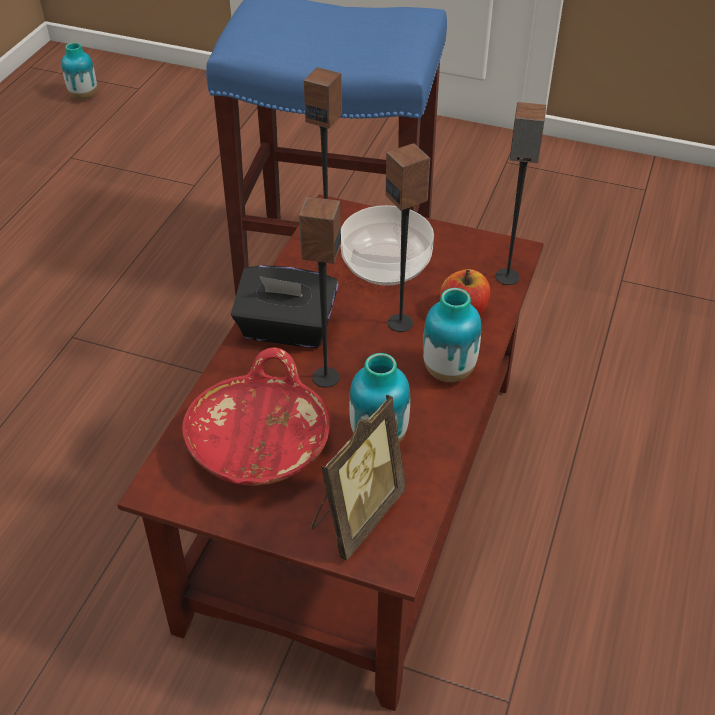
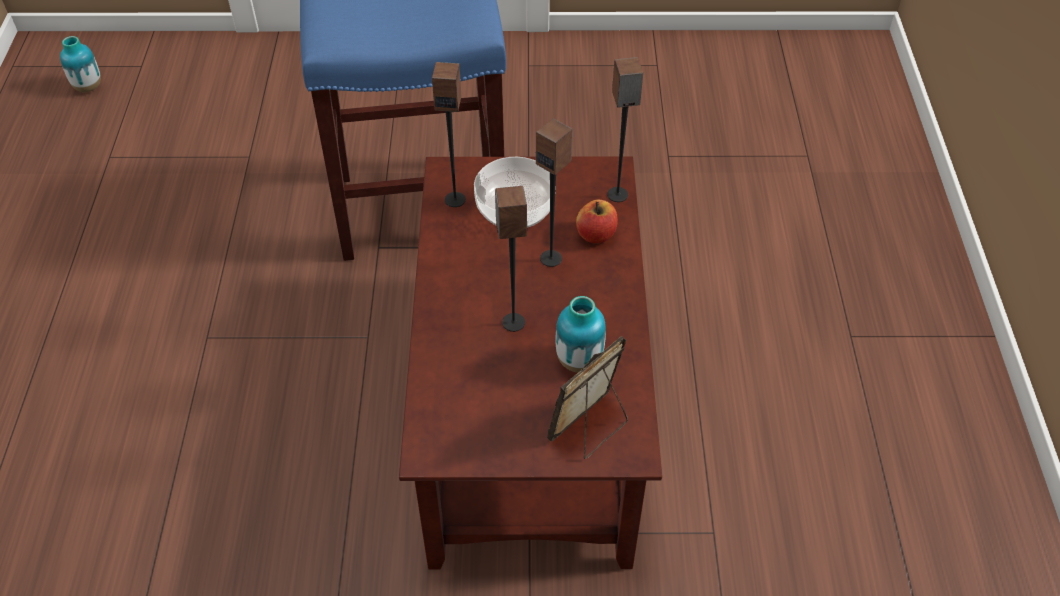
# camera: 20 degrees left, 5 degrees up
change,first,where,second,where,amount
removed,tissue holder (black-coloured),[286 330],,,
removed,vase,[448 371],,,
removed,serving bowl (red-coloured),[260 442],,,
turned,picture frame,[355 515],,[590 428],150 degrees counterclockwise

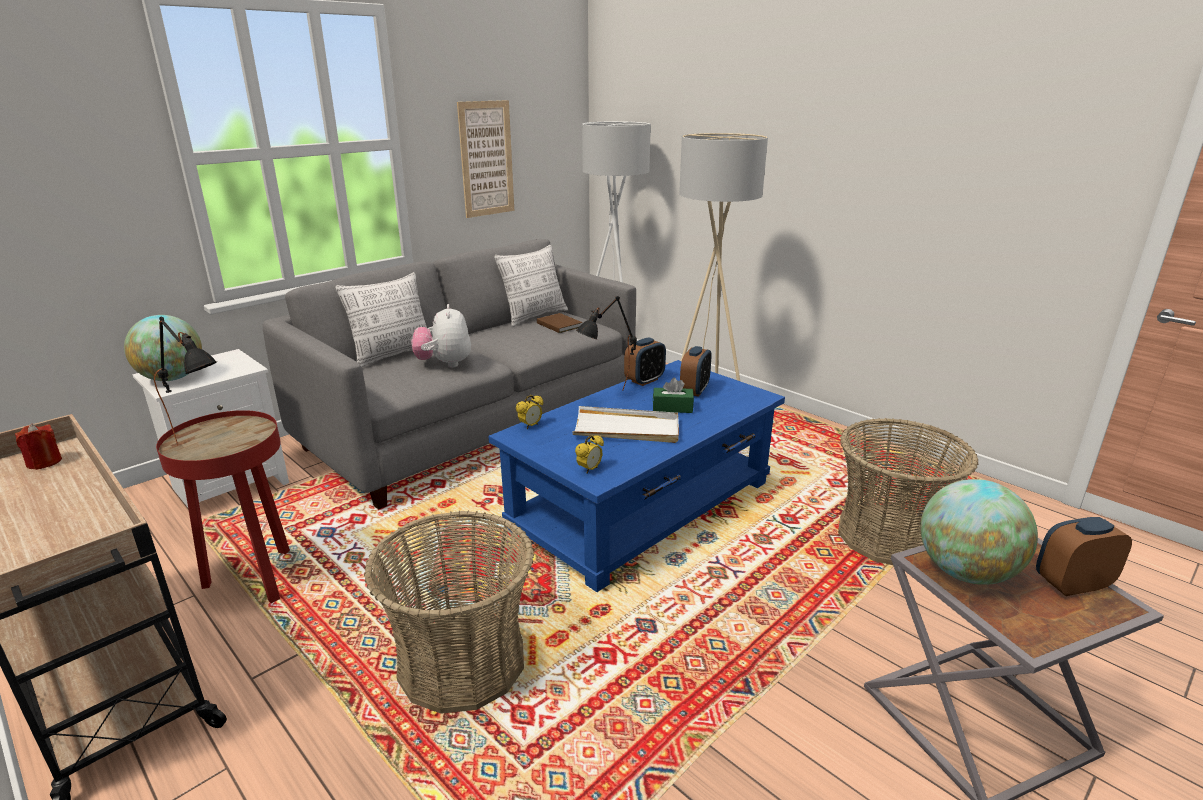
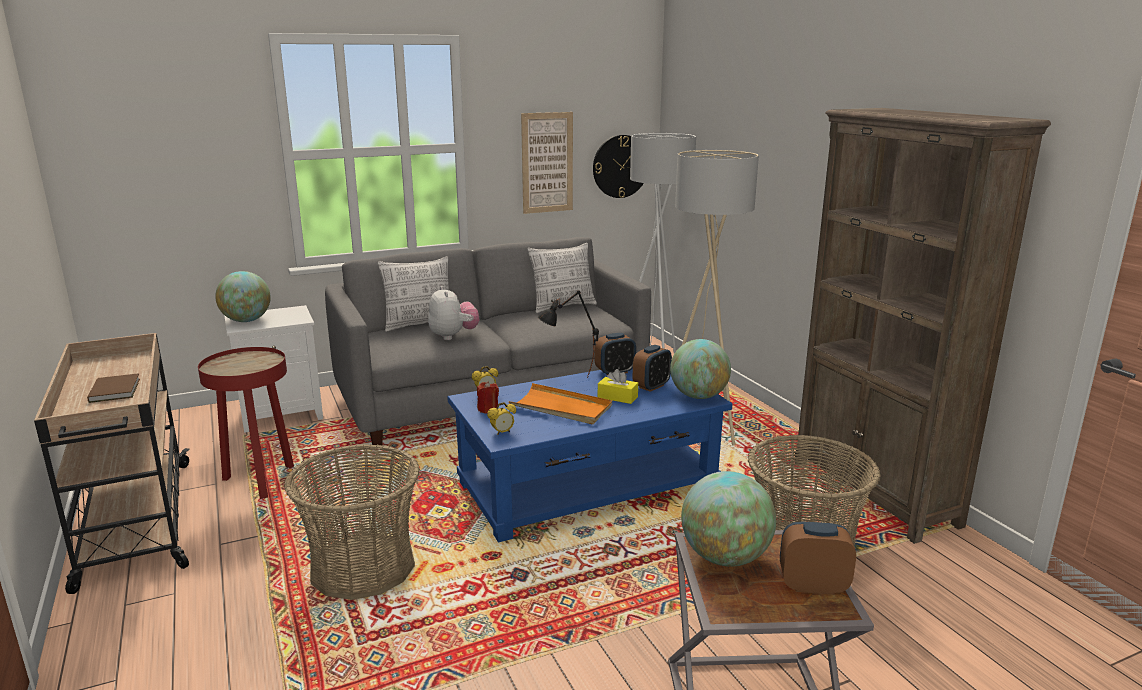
# camera: 20 degrees right, 5 degrees down
change,first,where,second,where,amount
turned,soft toy,[444 364],,[453 336],150 degrees clockwise
moved,volume (brownish),[559 324],,[116 390],
removed,table lamp (black-coloured),[205 448],,,
recoloured,tissue holder (green),[672 408],tissue holder (yellow),[617 397],
recoloured,serving tray (white),[627 429],serving tray (orangey),[561 408],
moved,wax light (red-coloured),[44 462],,[488 409],
added,,,bookshelf (brownish),[874 493],
added,,,clock on the wall,[620 166],
added,,,desk globe,[699 396],

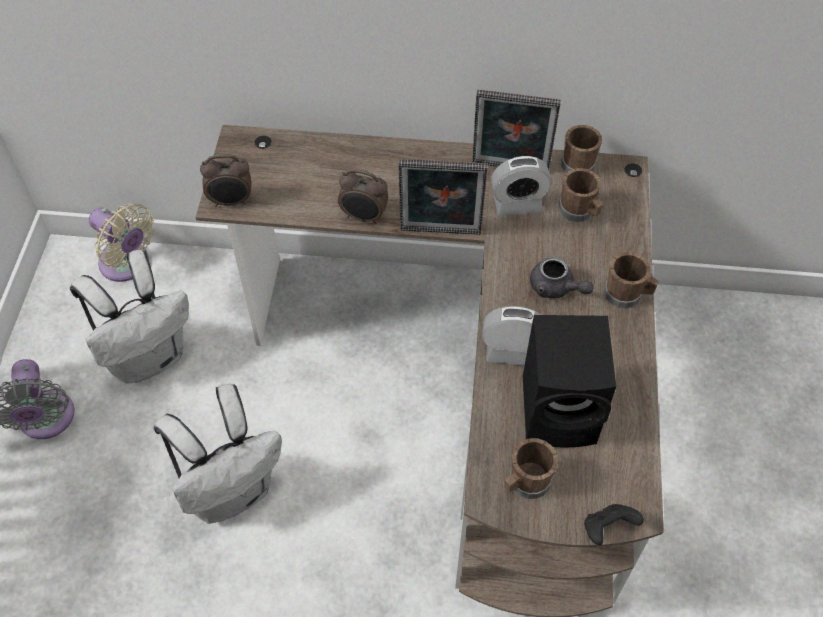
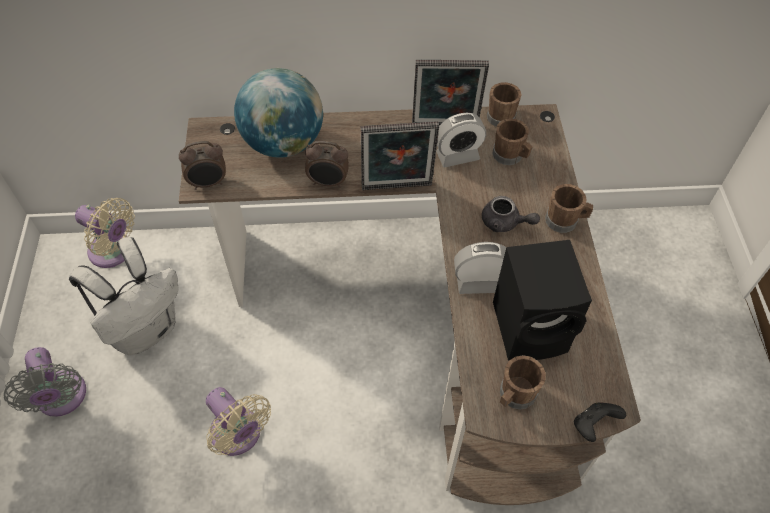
# camera: 10 degrees left, 0 degrees up
change,first,where,second,where,amount
replaced,knapsack (white),[232 490],electric fan (beige-coloured),[239 436],
added,,,desk globe,[284 143],

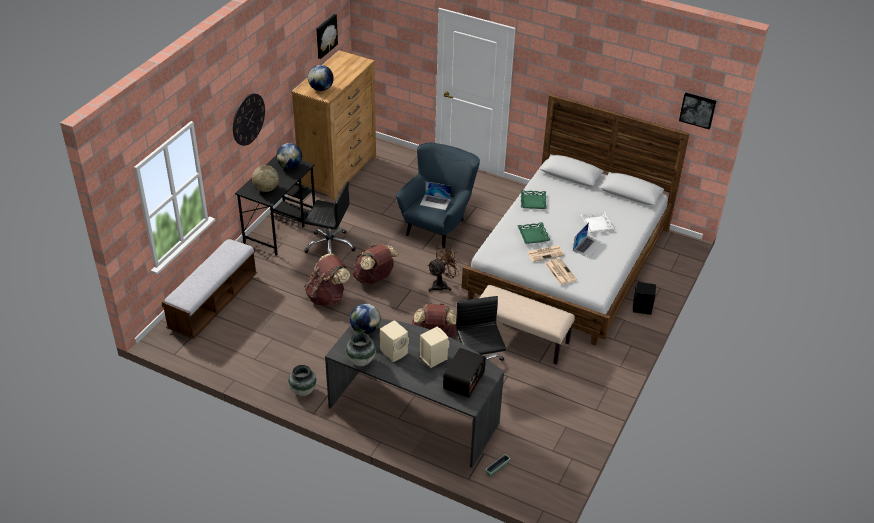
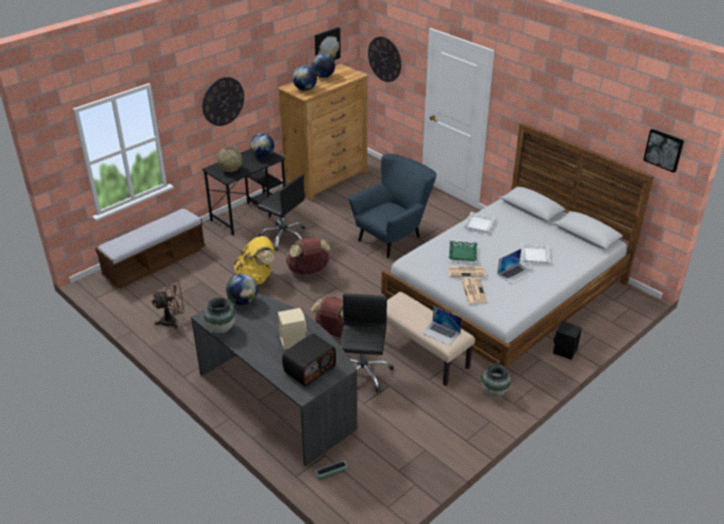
# camera: 20 degrees right, 5 degrees down
change,first,where,second,where,amount
moved,laptop,[435 202],,[441 333],
recoloured,serving tray (green),[533 202],serving tray (white),[479 224],
moved,electric fan (brownish),[442 284],,[173 321],
recoloured,knapsack (brownish),[327 297],knapsack (yellow),[256 278],
removed,audio speaker (beige-coloured),[394 351],,,
moved,vase,[303 390],,[494 392],
added,,,clock on the wall,[384 59],
added,,,desk globe,[323 76],

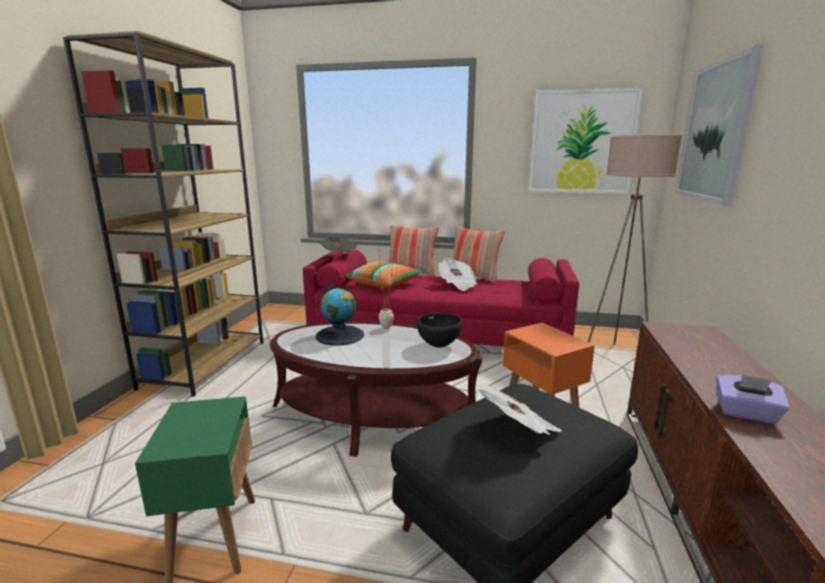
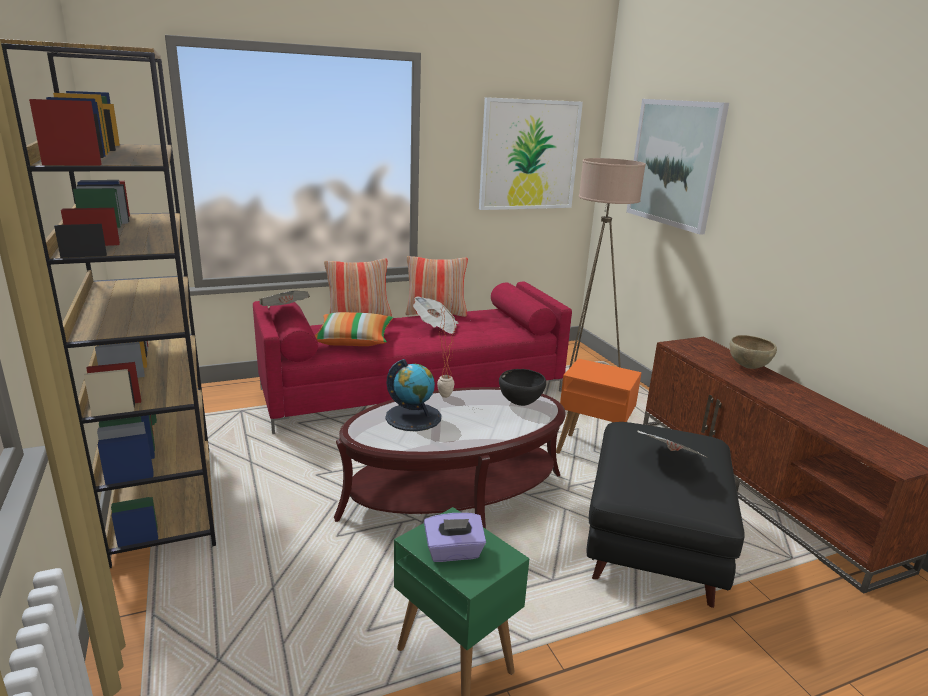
# camera: 35 degrees left, 5 degrees up
change,first,where,second,where,amount
moved,tissue holder (purple),[746 413],,[454 552],
added,,,serving bowl (brownish),[747 367],

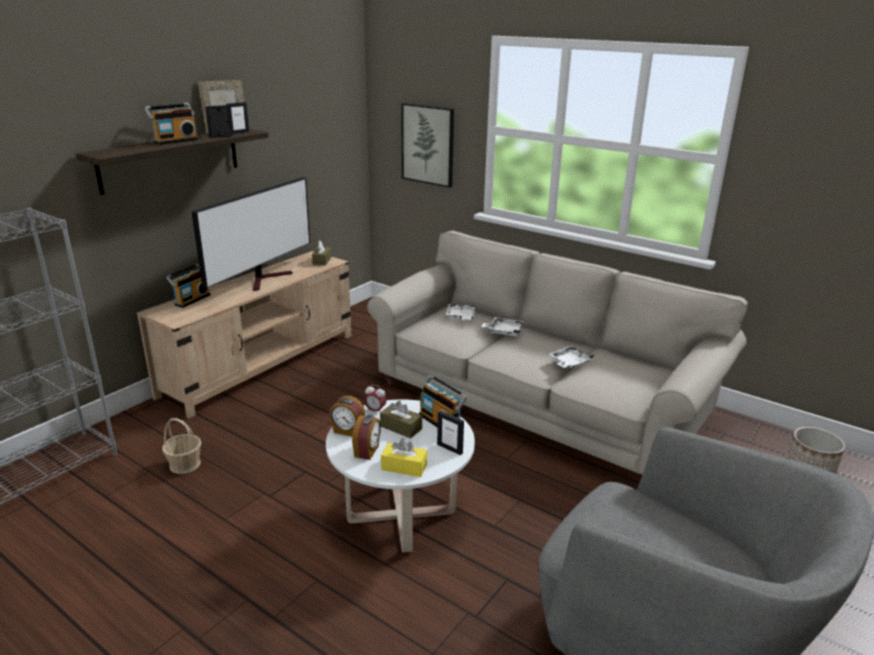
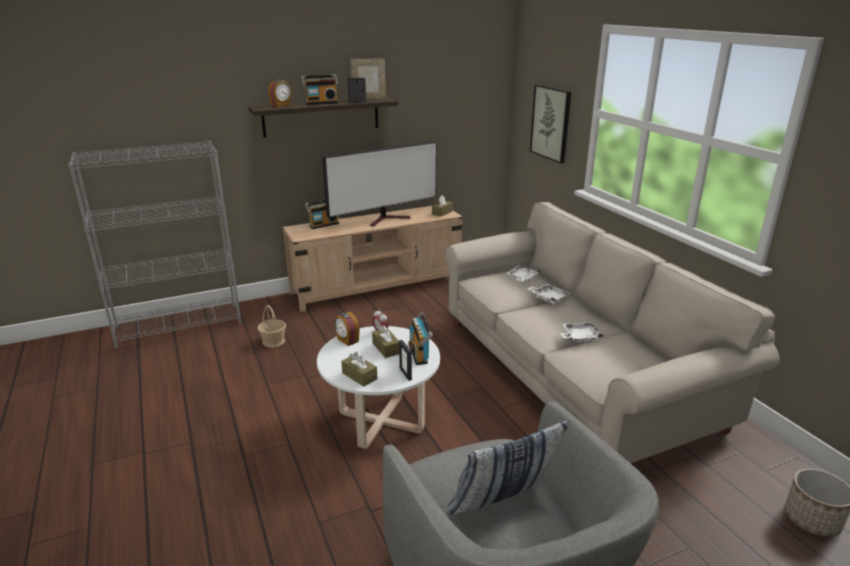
# camera: 30 degrees right, 0 degrees up
change,first,where,second,where,amount
removed,picture frame,[239 132],,,
moved,bedside clock,[367 451],,[281 105],
recoloured,tissue holder (yellow),[404 467],tissue holder (brownish),[359 376],
added,,,cushion,[502 507],

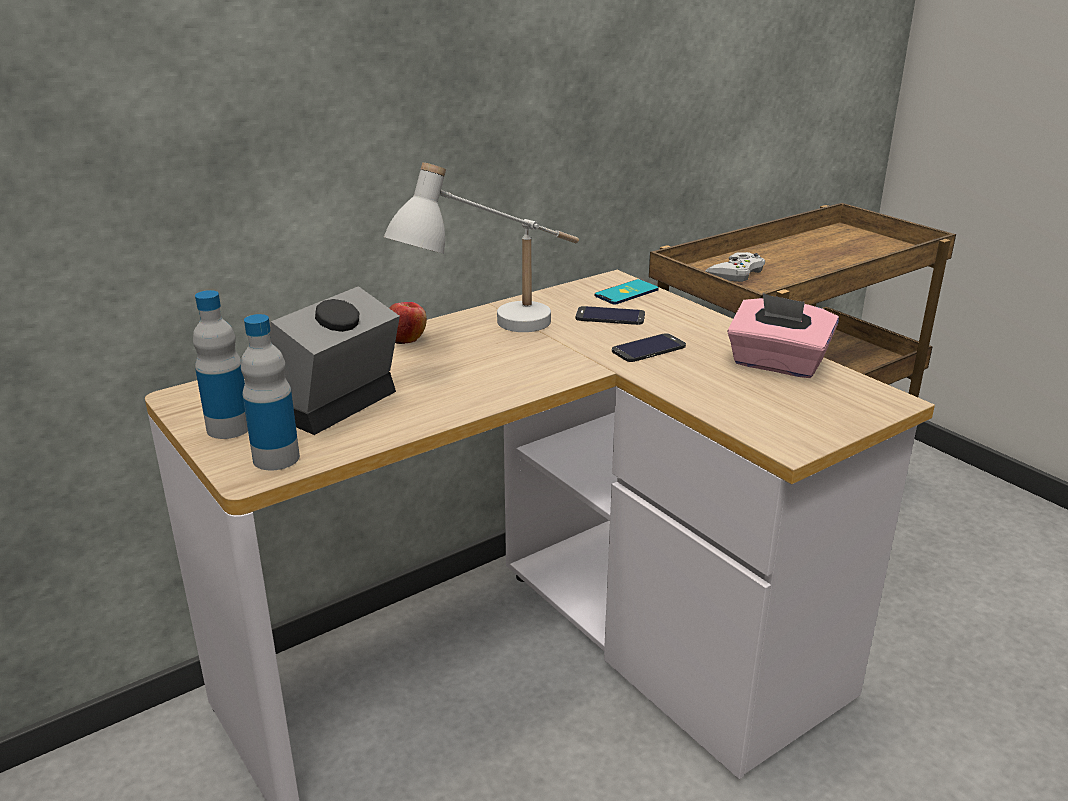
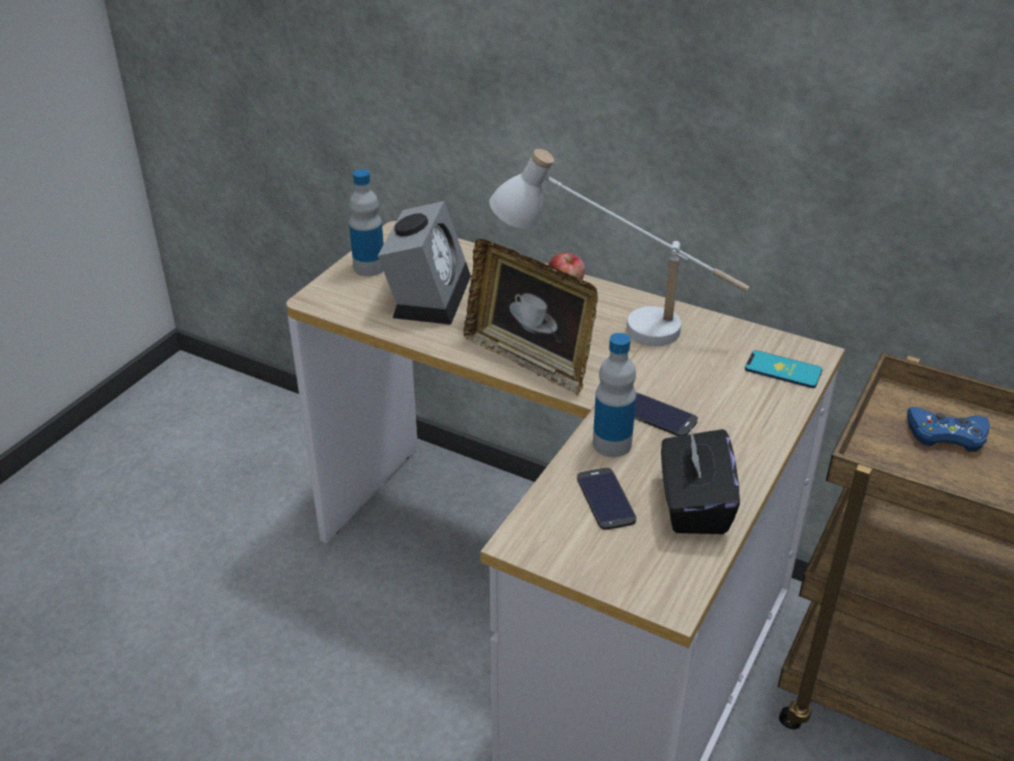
# camera: 65 degrees right, 10 degrees up
change,first,where,second,where,amount
recoloured,gamepad (white),[736 273],gamepad (blue-coloured),[946 435],
turned,bedside clock,[332 405],,[428 294],90 degrees clockwise
recoloured,tissue holder (pink),[777 364],tissue holder (black-coloured),[693 505],
moved,telephone,[610 316],,[606 499],
moved,drink bottle,[276 458],,[612 444],
added,,,picture frame,[529 360],

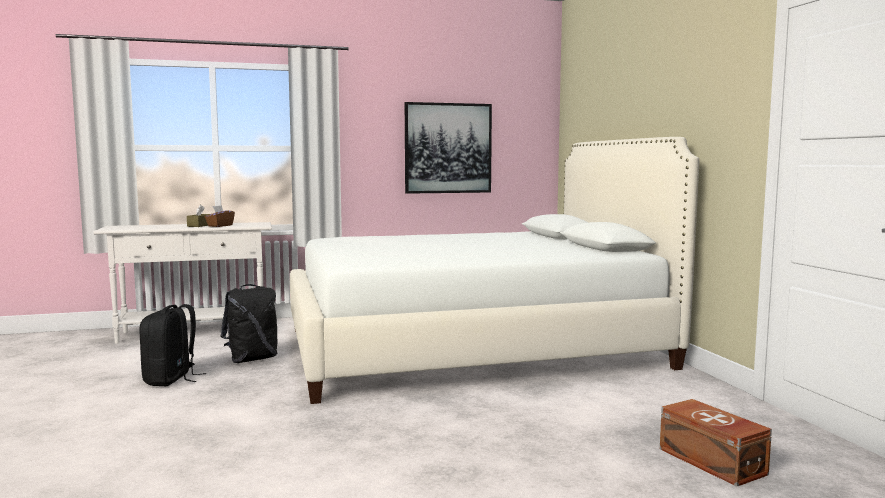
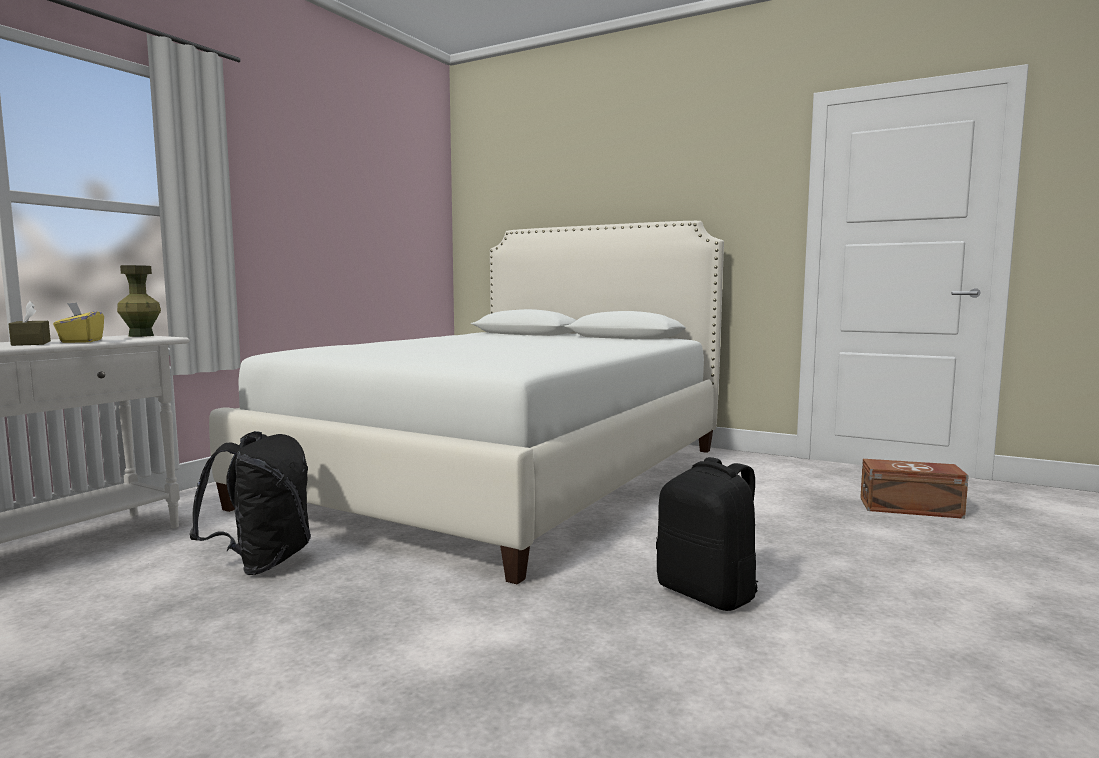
# camera: 45 degrees left, 0 degrees up
change,first,where,second,where,amount
removed,picture,[448 148],,,
recoloured,tissue holder (brownish),[220 226],tissue holder (yellow),[81 341],
moved,knapsack (black-coloured),[171 379],,[708 594],
added,,,vase (green),[140 336],

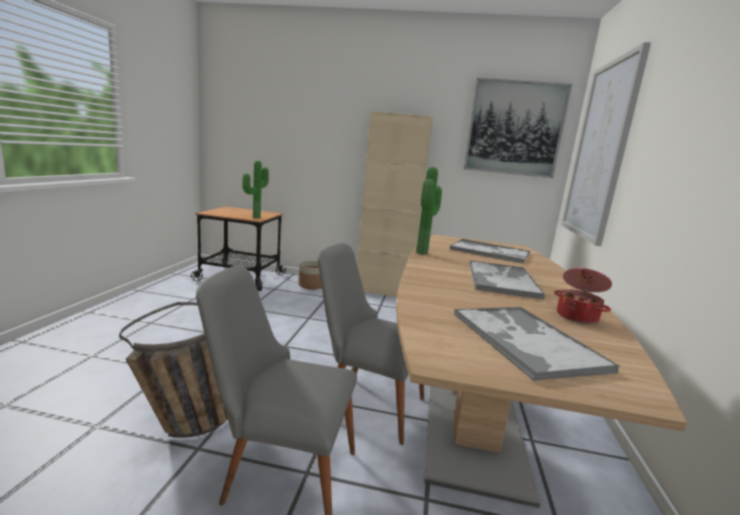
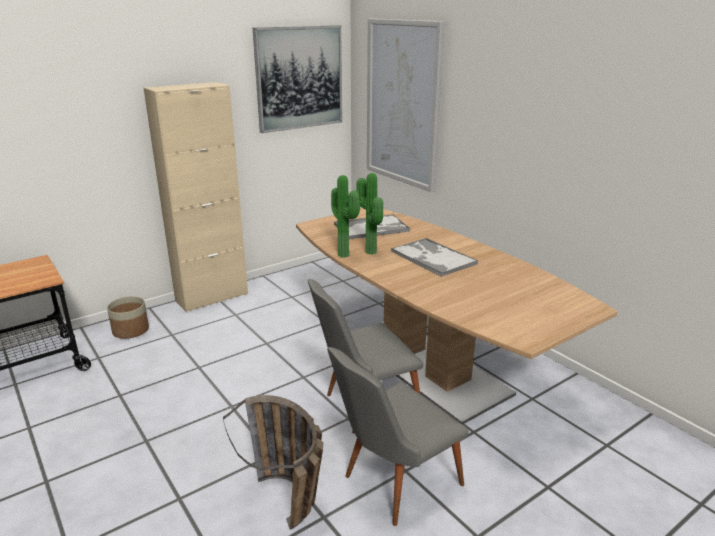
# camera: 45 degrees left, 10 degrees up
change,first,where,second,where,amount
moved,potted plant,[255 217],,[369 252],
removed,stockpot,[577 317],,,
removed,serving tray,[524 340],,,

